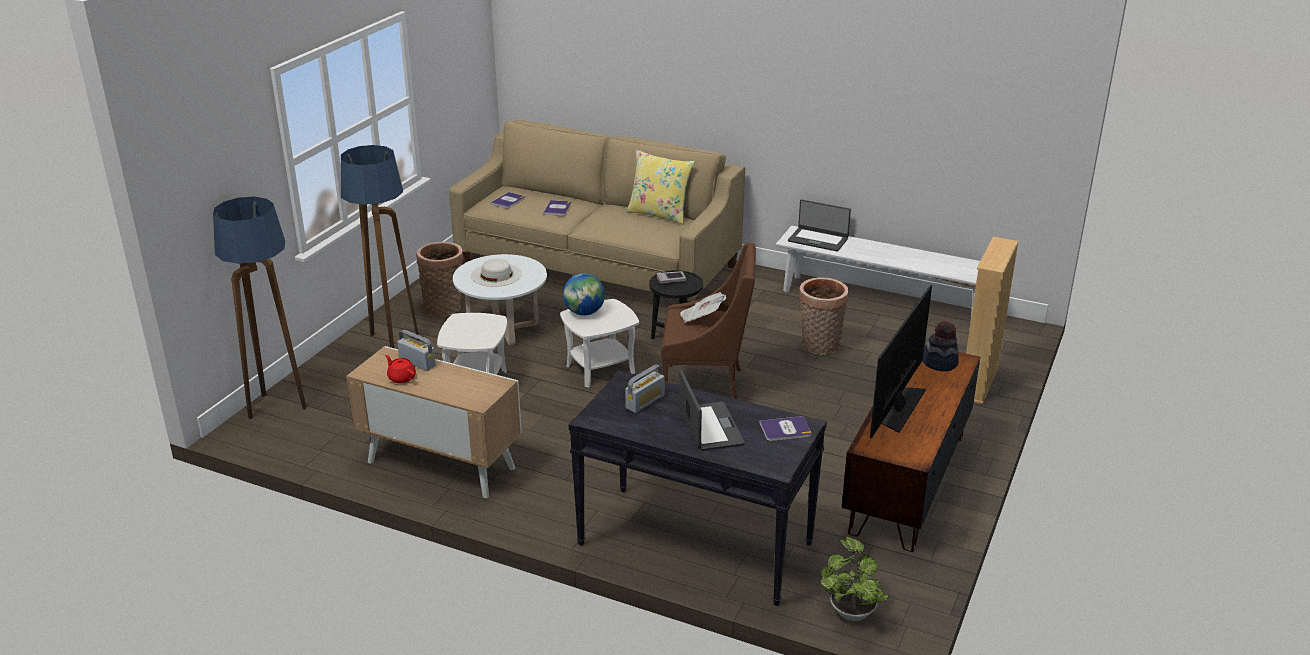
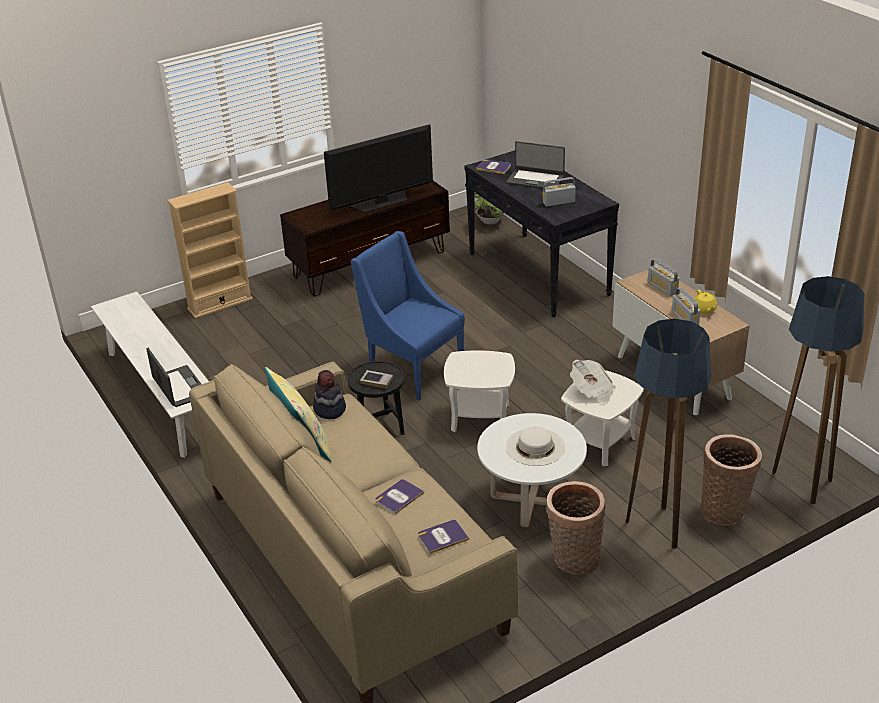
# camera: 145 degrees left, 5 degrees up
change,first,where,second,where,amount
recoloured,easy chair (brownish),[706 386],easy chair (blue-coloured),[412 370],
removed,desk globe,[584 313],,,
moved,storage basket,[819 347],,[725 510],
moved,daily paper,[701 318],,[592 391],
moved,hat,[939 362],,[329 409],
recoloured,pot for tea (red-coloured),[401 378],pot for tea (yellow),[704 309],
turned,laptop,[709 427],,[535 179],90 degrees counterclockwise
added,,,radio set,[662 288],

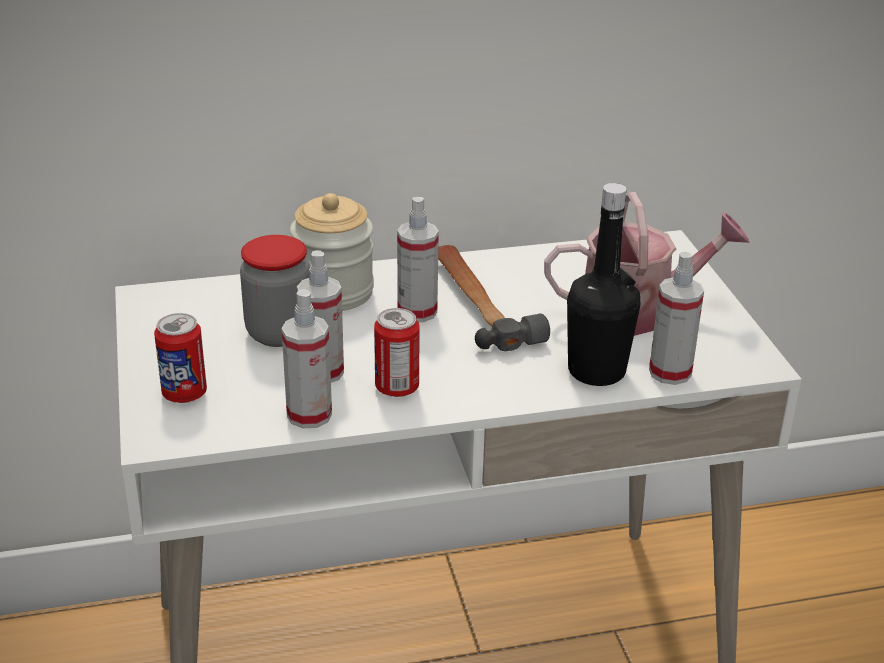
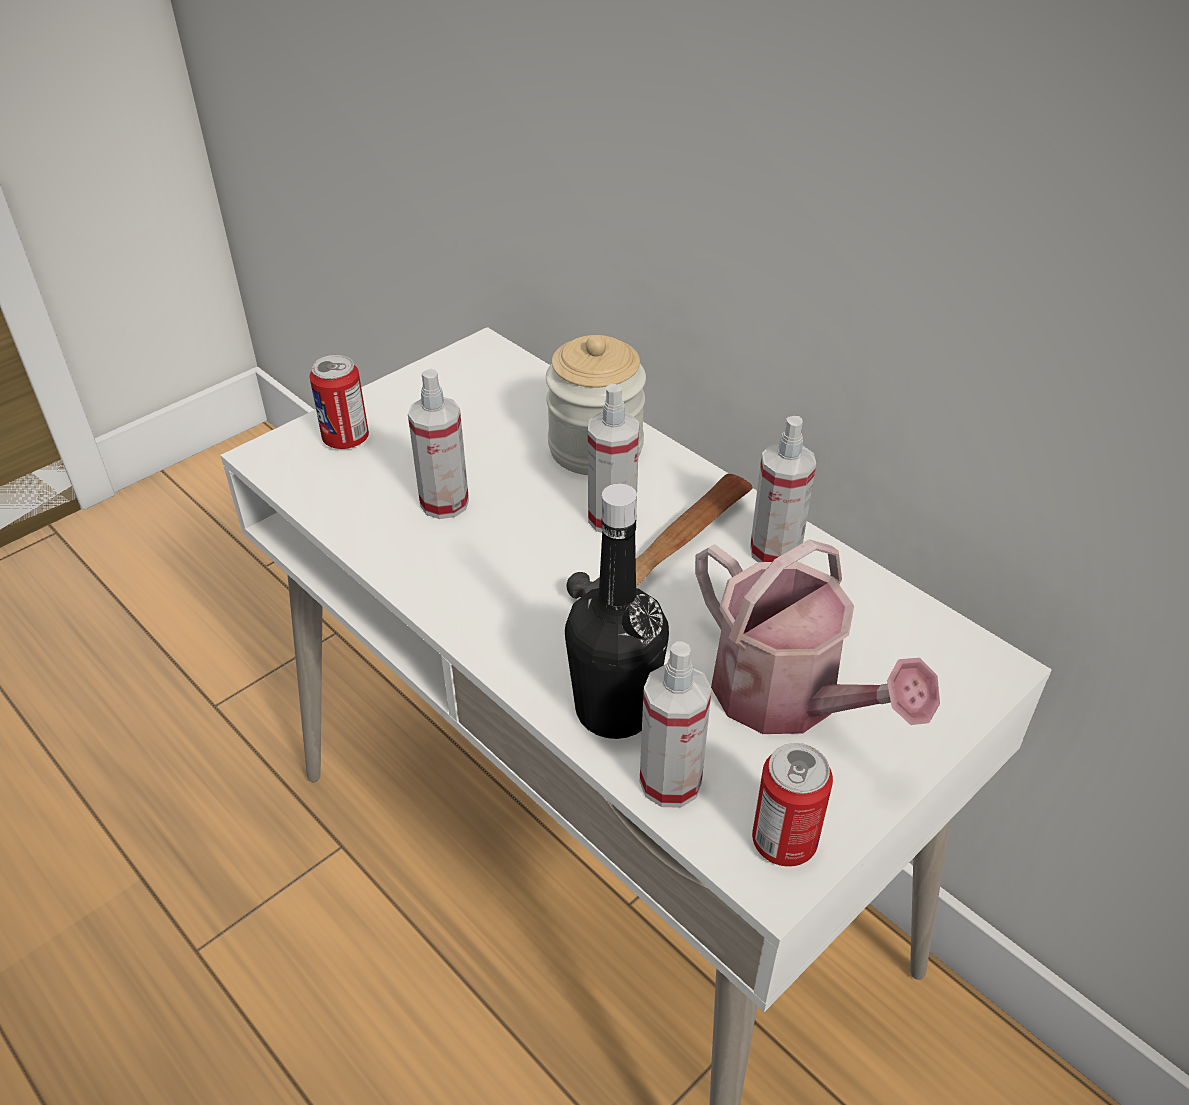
# camera: 60 degrees right, 10 degrees up
change,first,where,second,where,amount
removed,preserve jar,[279 333],,,
moved,hand sprayer,[309 415],,[775 551],
moved,metal can,[397 388],,[784 842],

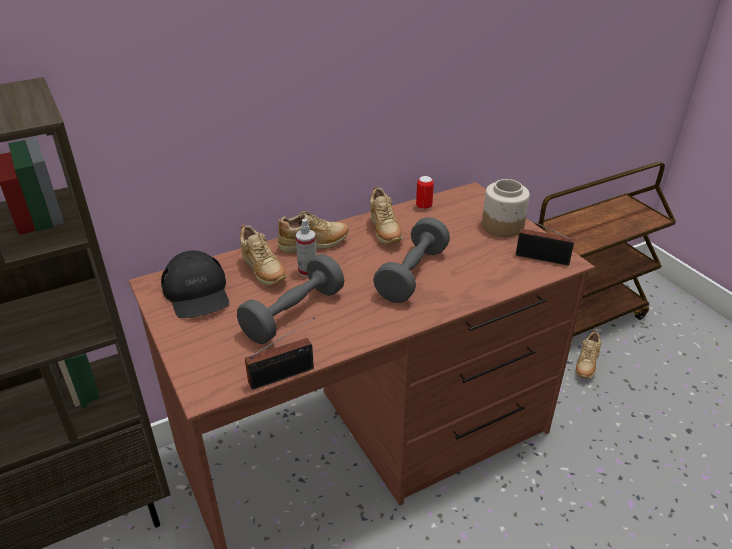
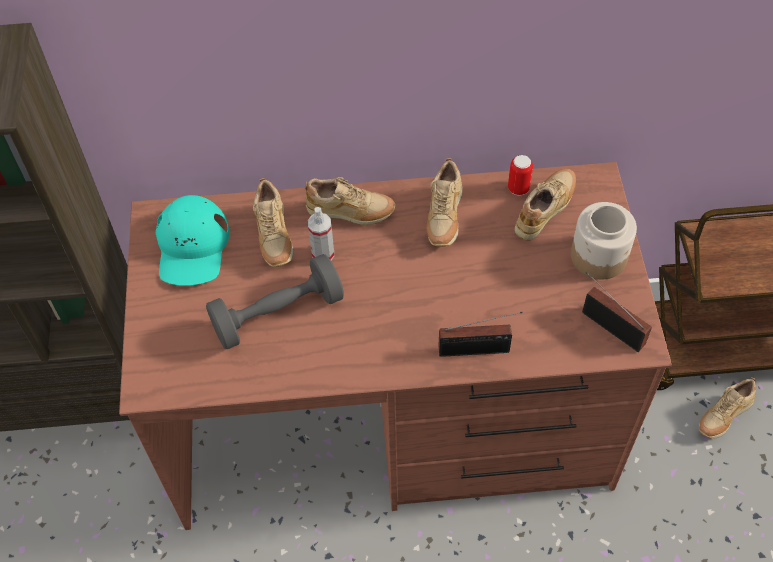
# camera: 25 degrees right, 20 degrees up
change,first,where,second,where,amount
removed,free weight (greyish),[412 274],,,
recoloured,peaked cap (black-coloured),[197 292],peaked cap (turquoise-coloured),[192 246],
moved,radio set,[285 375],,[478 350],
added,,,low shoe (beige-coloured),[546 211],

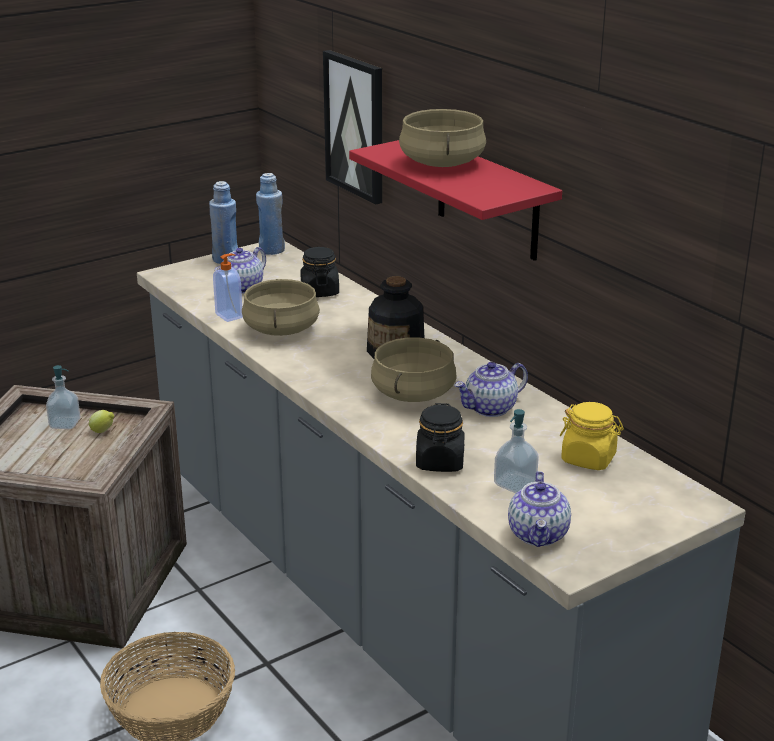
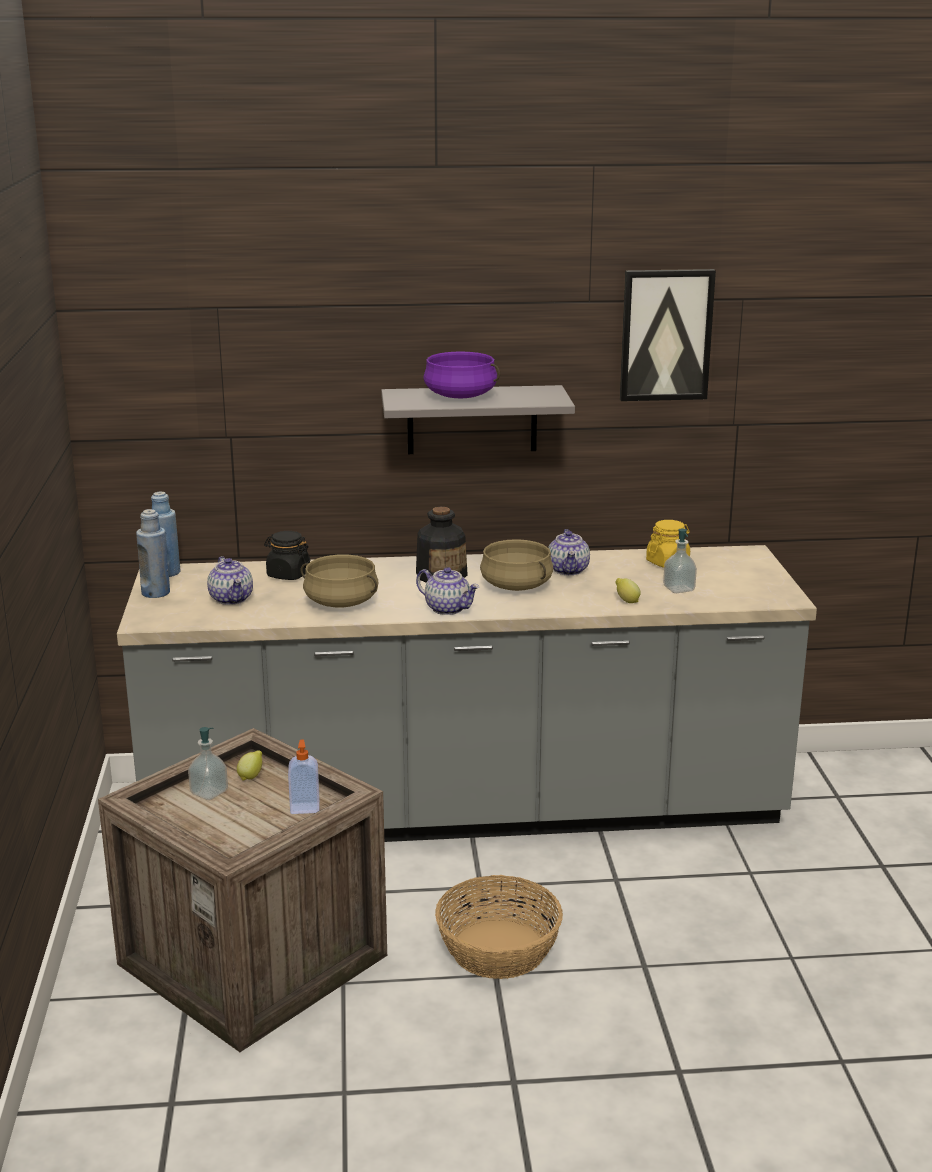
# camera: 60 degrees left, 5 degrees down
change,first,where,second,where,amount
moved,picture,[356 126],,[665 335],
recoloured,stockpot (beige-coloured),[442 163],stockpot (purple),[461 396],
recoloured,shelf (red-coloured),[487 198],shelf (greyish),[472 419],
moved,soap dispenser,[230 315],,[305 807],
replaced,preserve jar (black-coloured),[440 462],lemon,[626 601],
moved,pot for tea,[539 535],,[448 609],

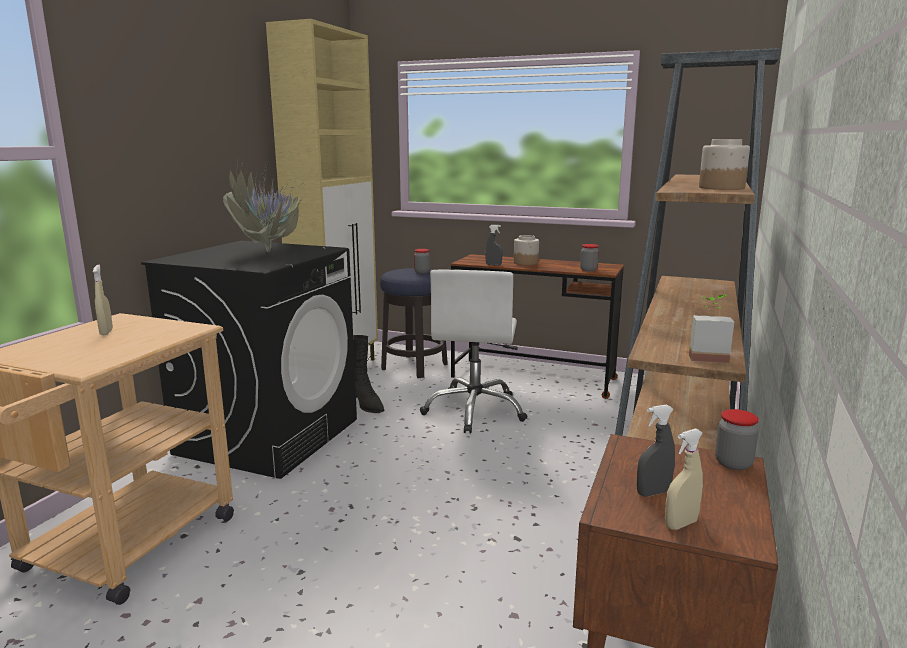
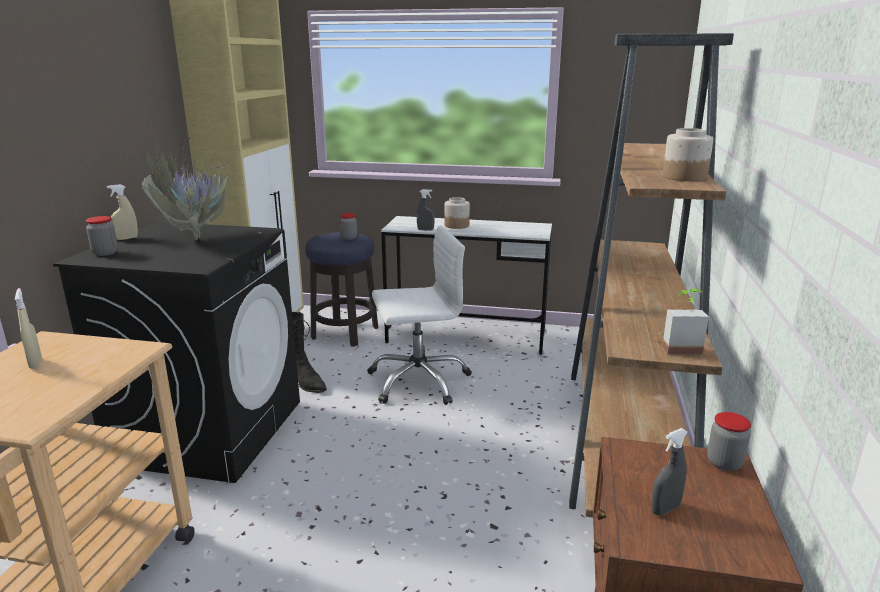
# camera: 10 degrees left, 5 degrees up
change,first,where,second,where,amount
moved,preserve jar,[588 270],,[105 253],
recoloured,desk table (brownish),[533 378],desk table (white),[466 338],
turned,desk chair (white),[475 410],,[418 381],105 degrees counterclockwise
moved,hand sprayer (beige-coloured),[681 524],,[126 238],

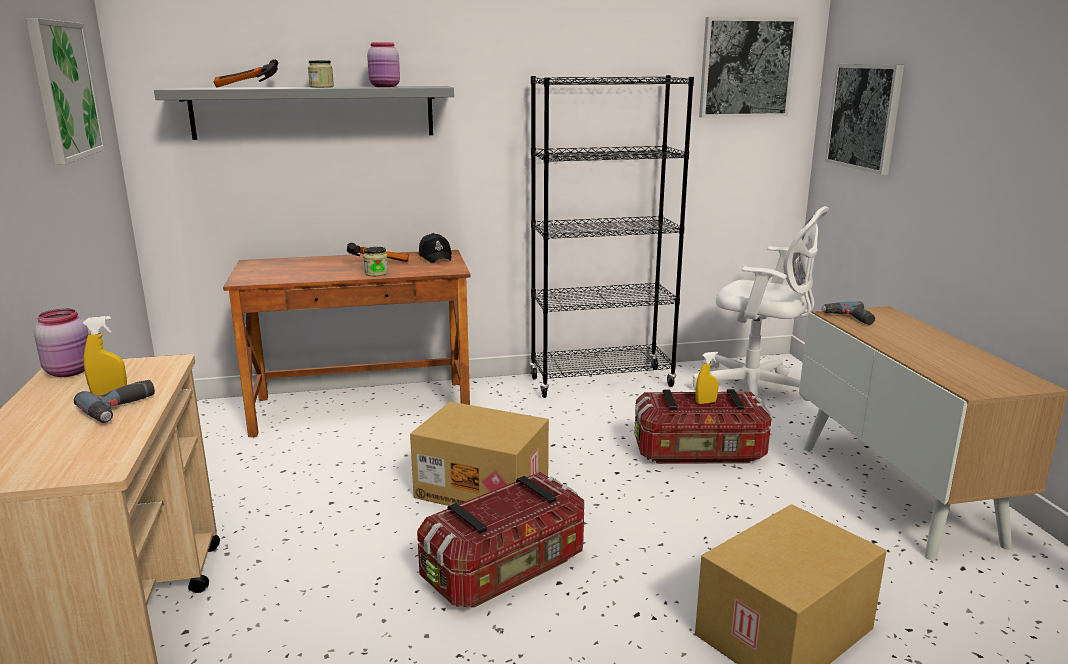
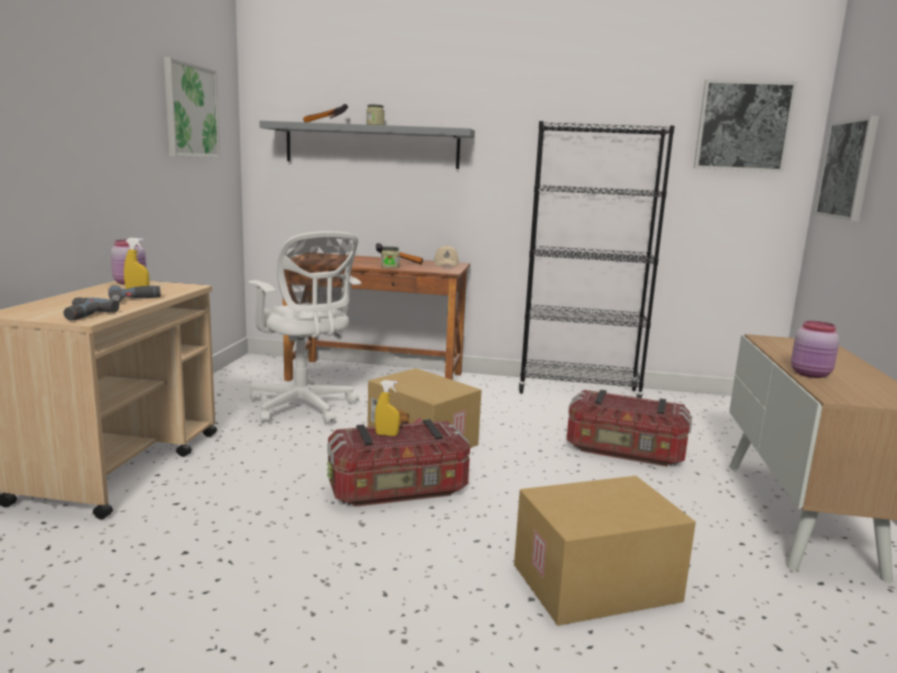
# camera: 20 degrees right, 5 degrees down
change,first,where,second,where,amount
moved,preserve jar (pink),[385 86],,[811 374],
moved,desk chair (white),[755 389],,[304 408],
recoloured,peaked cap (black-coloured),[436 257],peaked cap (beige-coloured),[446 264],
moved,drill,[849 318],,[80 314],
moved,hand sprayer (yellow),[705 402],,[386 434],

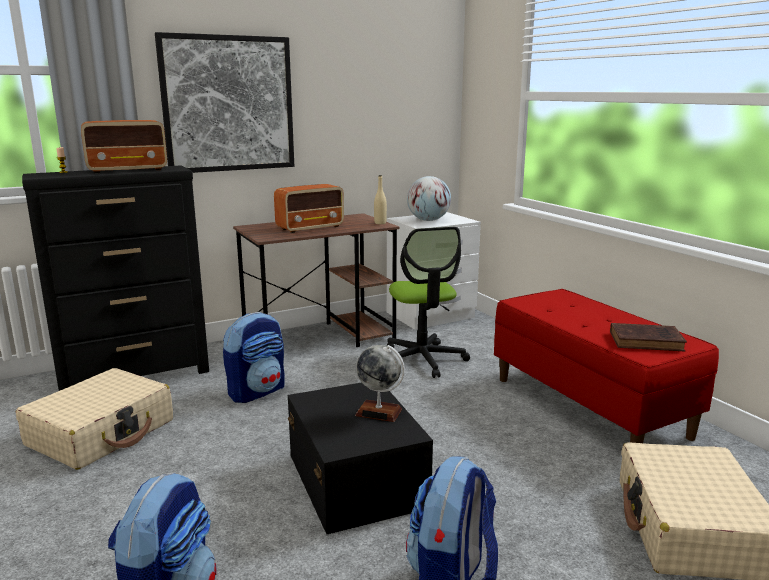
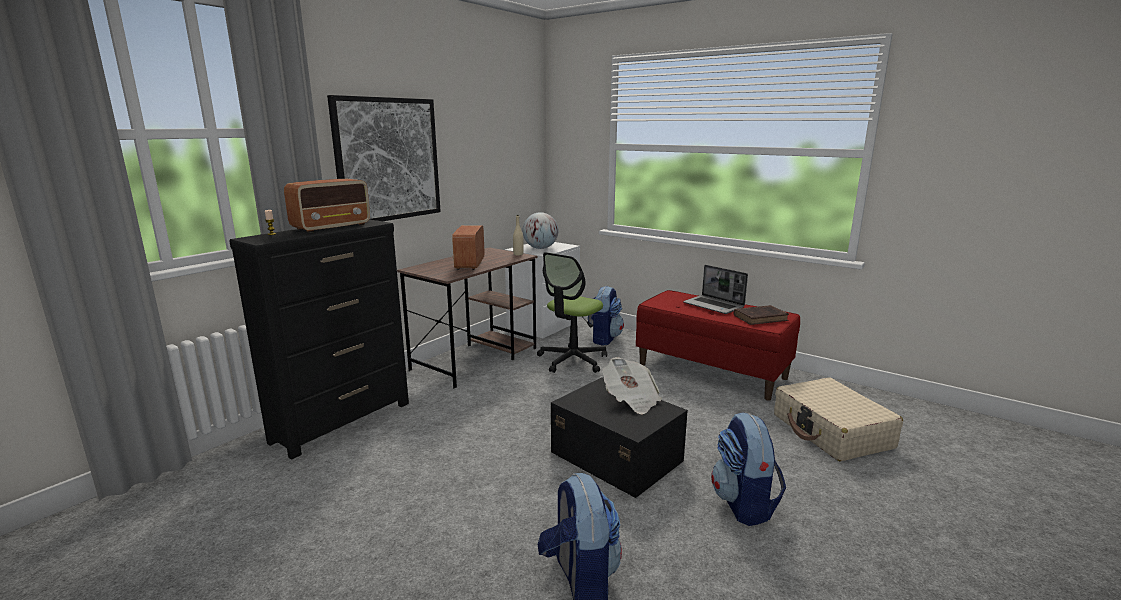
# camera: 25 degrees left, 0 degrees up
change,first,where,second,where,amount
turned,radio set,[311 228],,[469 264],150 degrees clockwise
turned,desk chair,[422 360],,[572 360],75 degrees clockwise
moved,knapsack,[257 391],,[604 338],
replaced,desk globe,[379 412],daily paper,[631 399],
removed,piece of luggage (beige-coloured),[101 433],,,
added,,,laptop,[714 306],

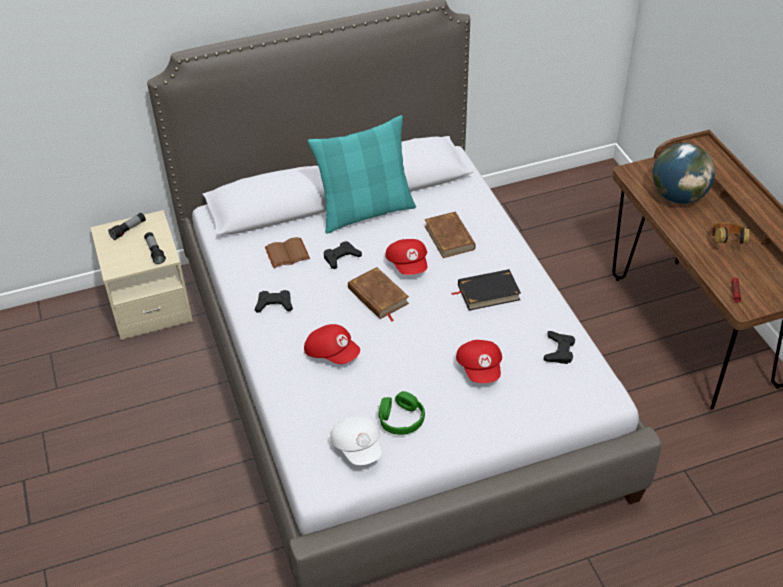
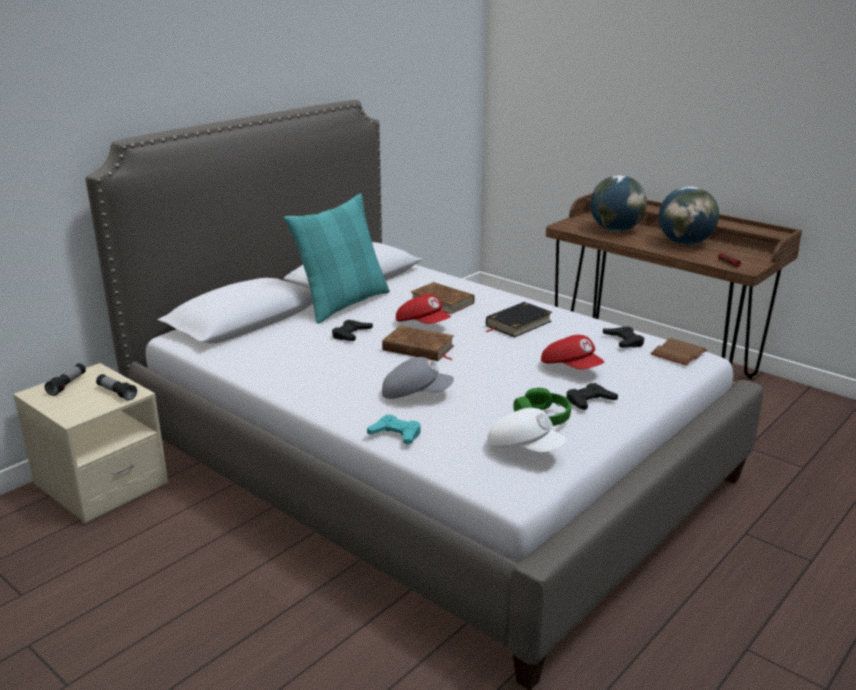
# camera: 30 degrees left, 20 degrees down
change,first,where,second,where,amount
replaced,headset,[726 243],desk globe,[684 243],
moved,volume (brownish),[287 253],,[677 353],
moved,gamepad (black-coloured),[274 304],,[589 401],
recoloured,peaked cap (red-coloured),[332 353],peaked cap (greyish),[416 394],
added,,,gamepad (turquoise-coloured),[396 434],

